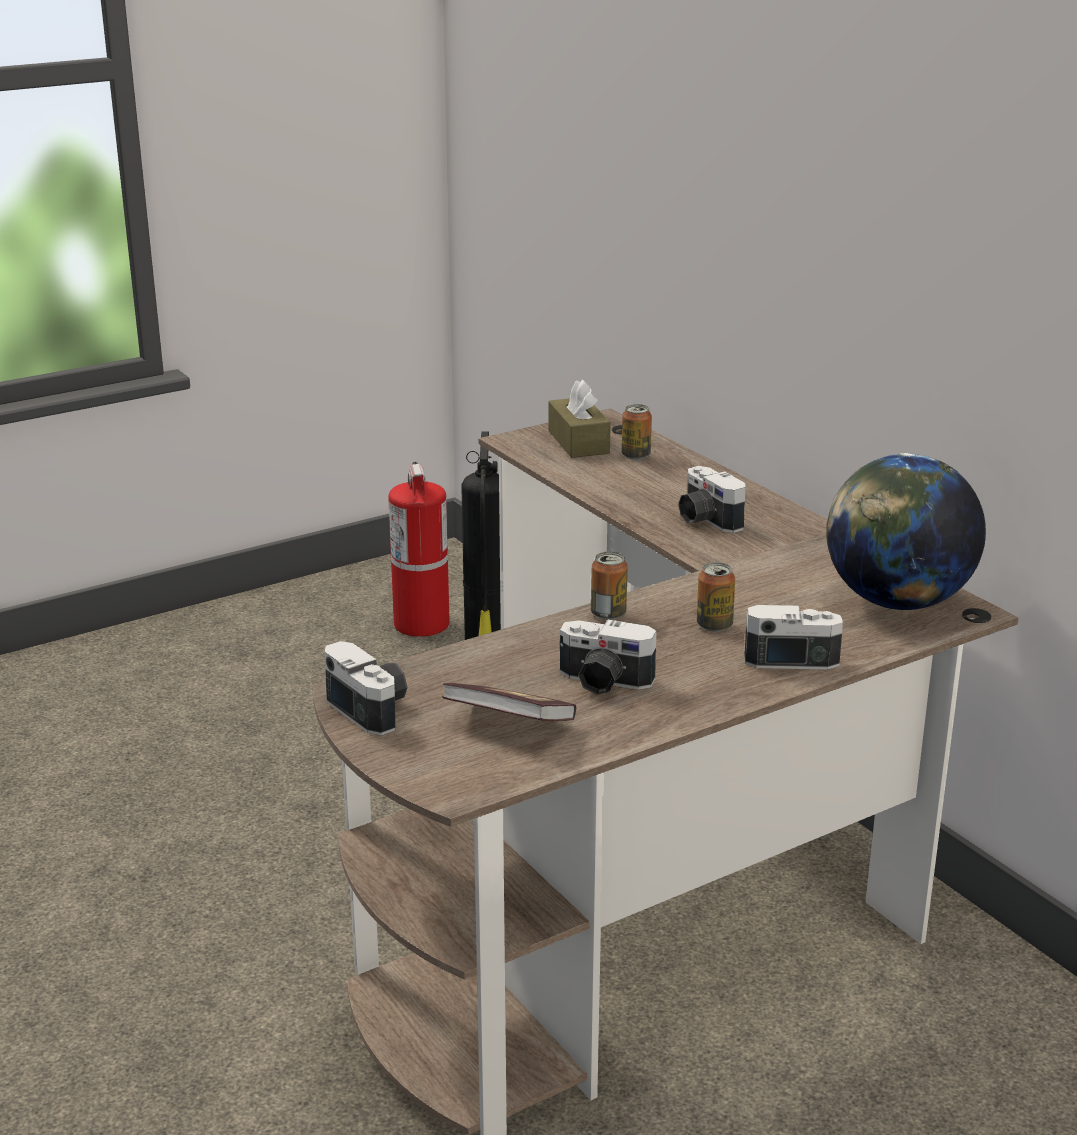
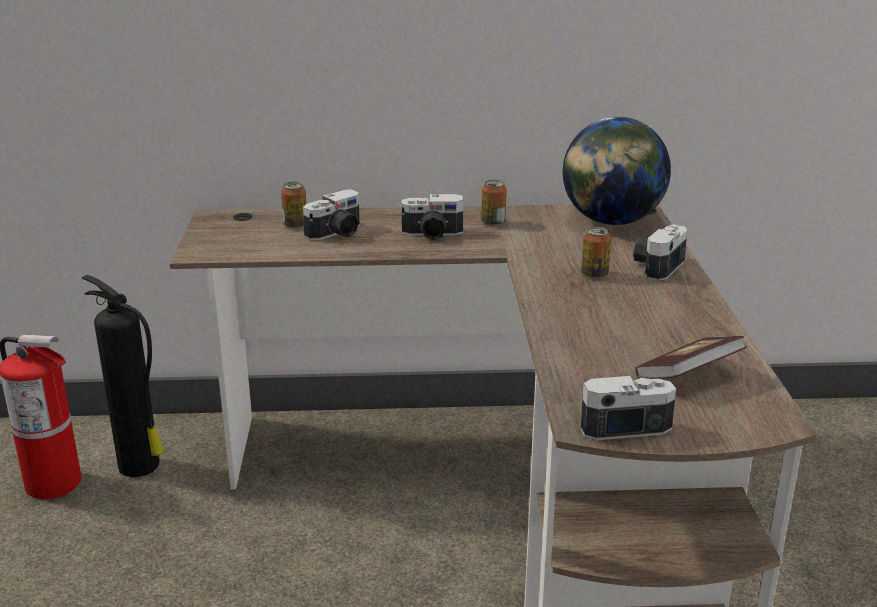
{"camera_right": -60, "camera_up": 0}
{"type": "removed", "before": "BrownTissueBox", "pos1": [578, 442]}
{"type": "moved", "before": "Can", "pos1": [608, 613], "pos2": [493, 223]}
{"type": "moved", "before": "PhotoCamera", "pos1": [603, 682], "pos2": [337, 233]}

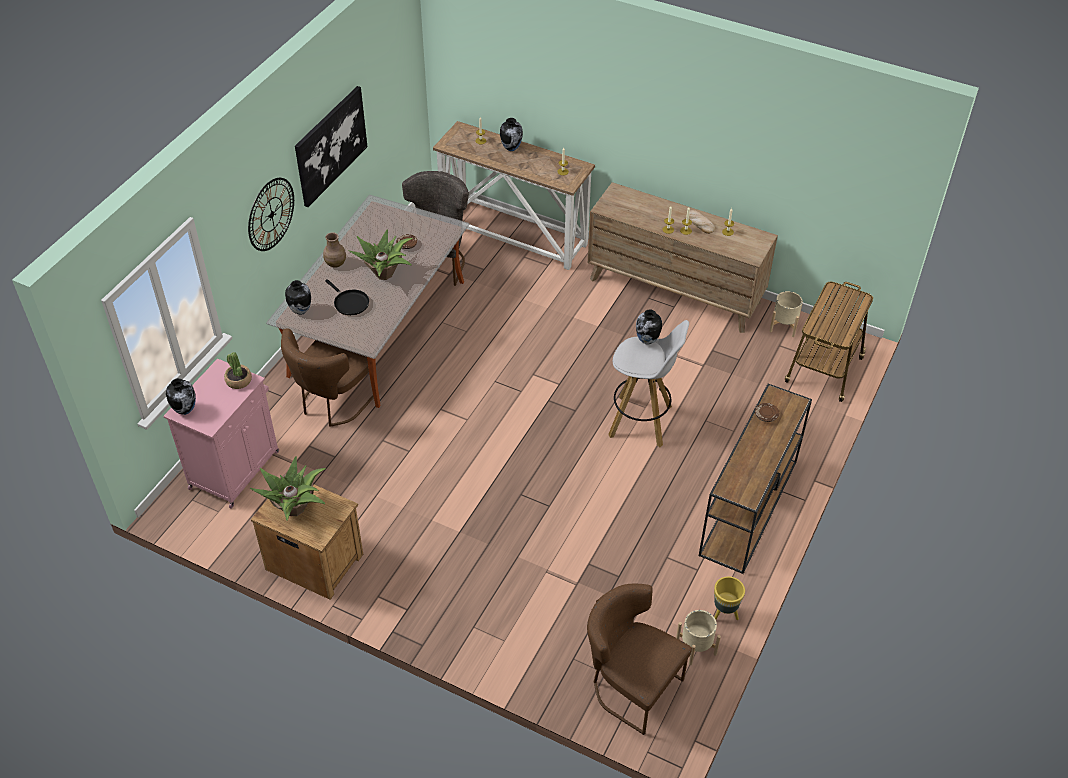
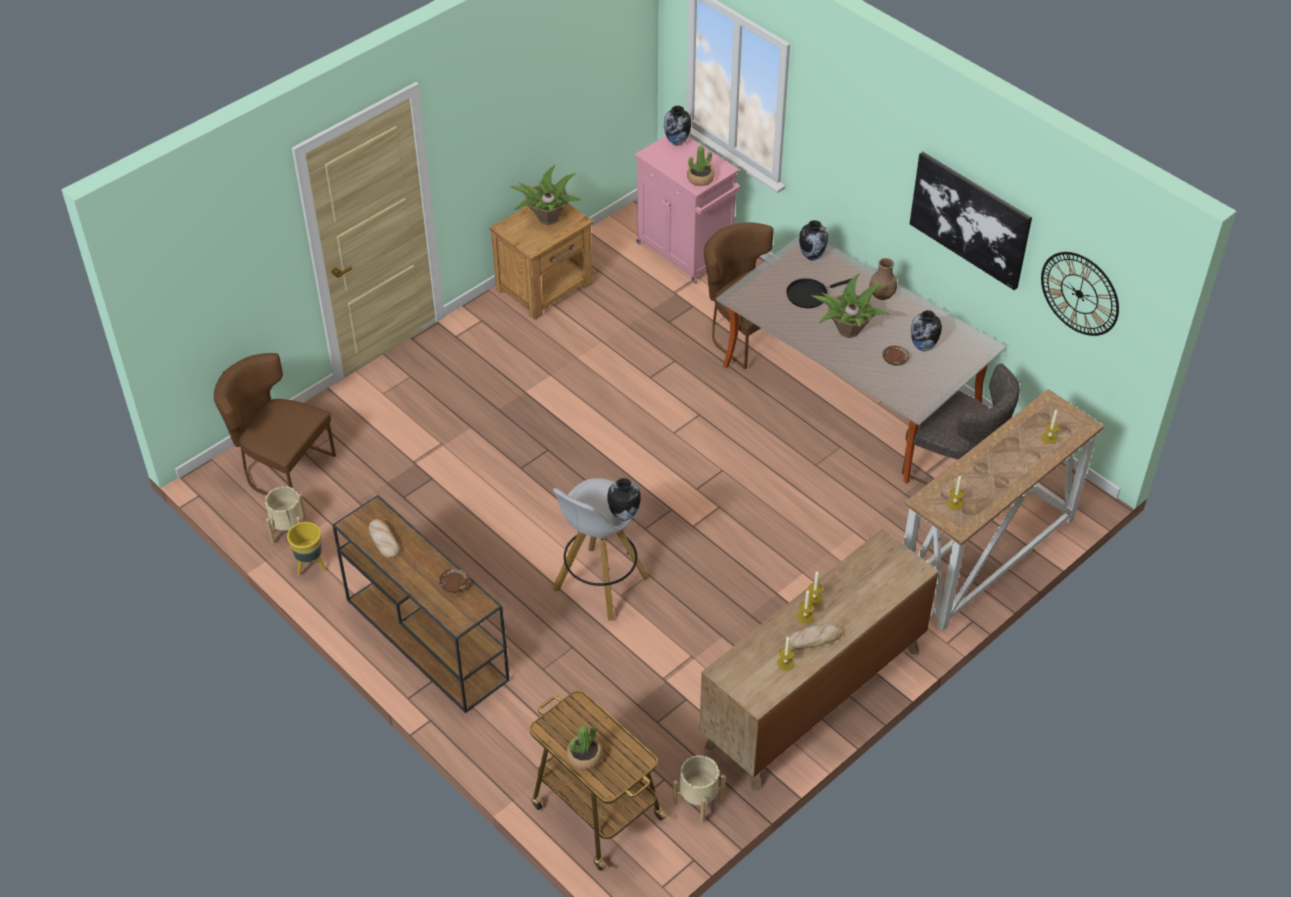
{"camera_right": 110, "camera_up": 0}
{"type": "moved", "before": "Vase", "pos1": [511, 148], "pos2": [923, 347]}
{"type": "moved", "before": "WallClock", "pos1": [271, 214], "pos2": [1079, 293]}
{"type": "turned", "before": "BrownChair", "pos1": [630, 685], "pos2": [281, 467], "turn": -120}
{"type": "added", "after": "Bread", "pos2": [383, 540]}
{"type": "added", "after": "PottedPlant", "pos2": [584, 756]}

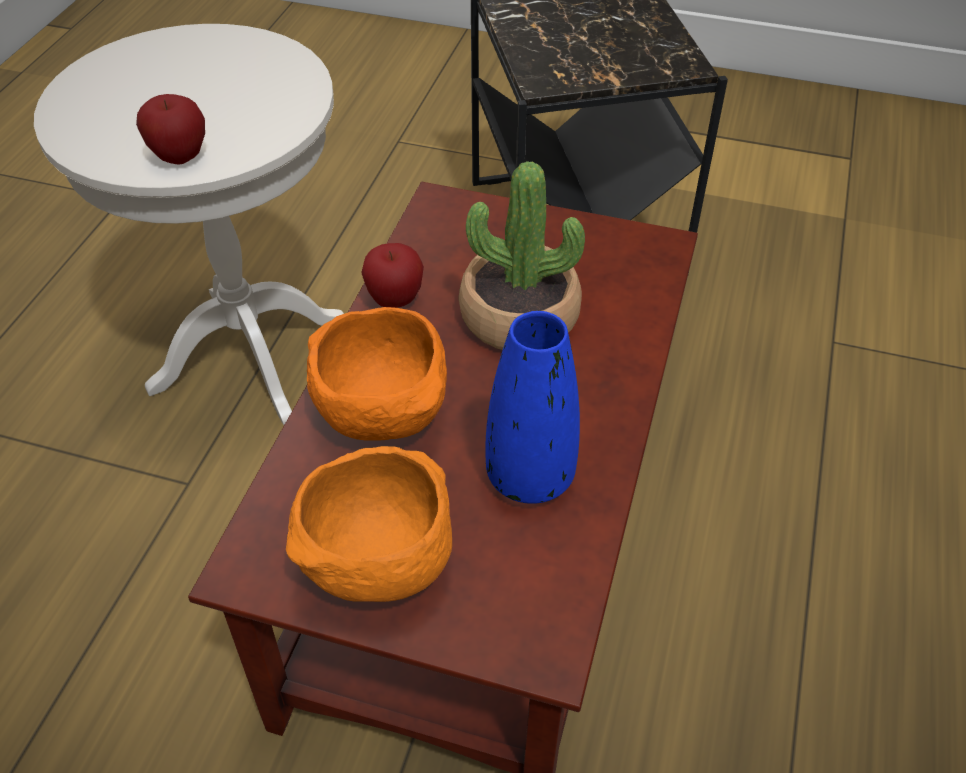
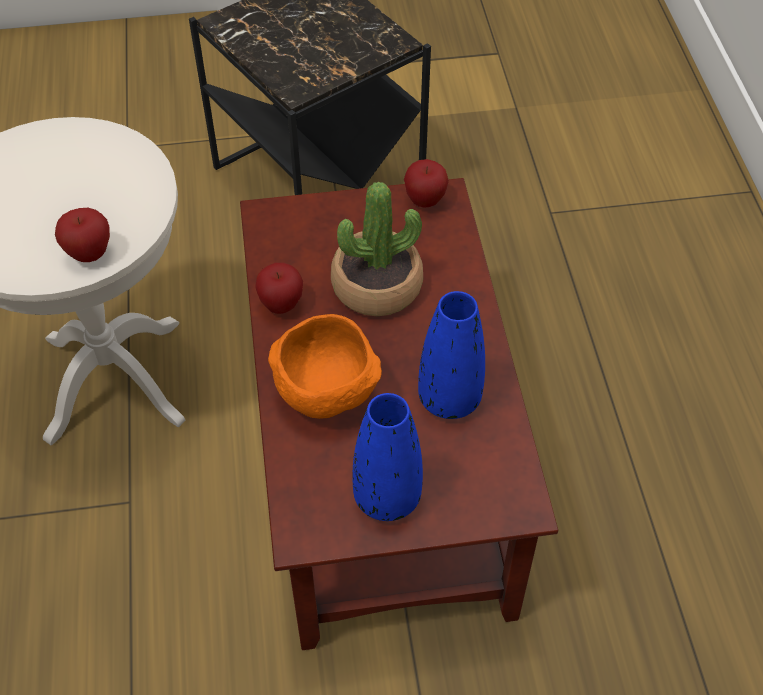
{"camera_right": -25, "camera_up": 5}
{"type": "replaced", "before": "OrangeBowl", "after": "BlueVase", "pos1": [377, 567], "pos2": [387, 497]}
{"type": "added", "after": "Apple", "pos2": [425, 201]}

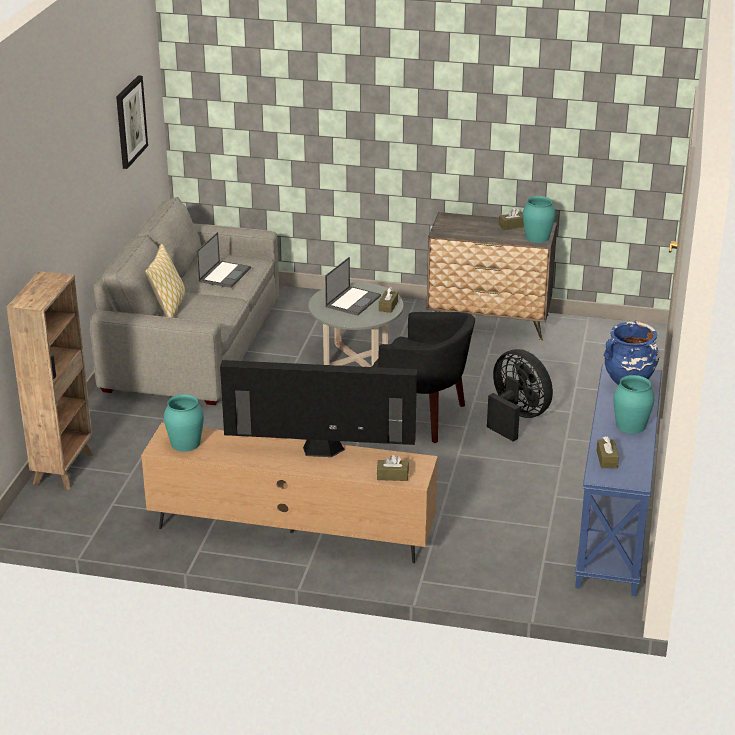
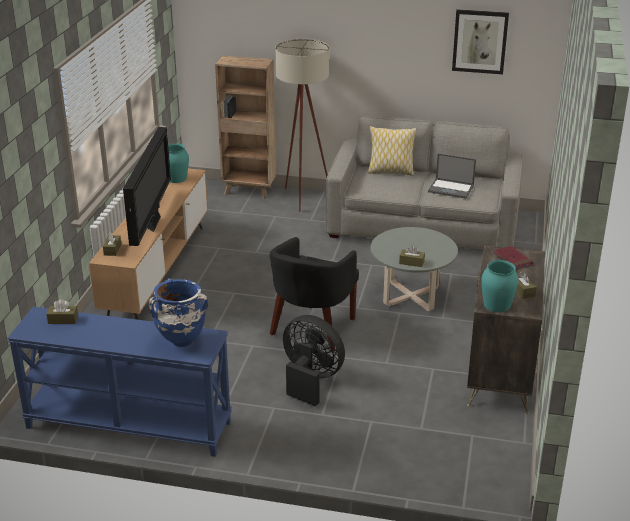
{"camera_right": 90, "camera_up": 0}
{"type": "removed", "before": "Laptop", "pos1": [353, 301]}
{"type": "turned", "before": "BlackFan", "pos1": [516, 418], "pos2": [310, 380], "turn": -105}
{"type": "removed", "before": "TurquoiseVase", "pos1": [631, 425]}
{"type": "added", "after": "BeigeFloorLamp", "pos2": [303, 200]}
{"type": "added", "after": "RedBook", "pos2": [512, 259]}

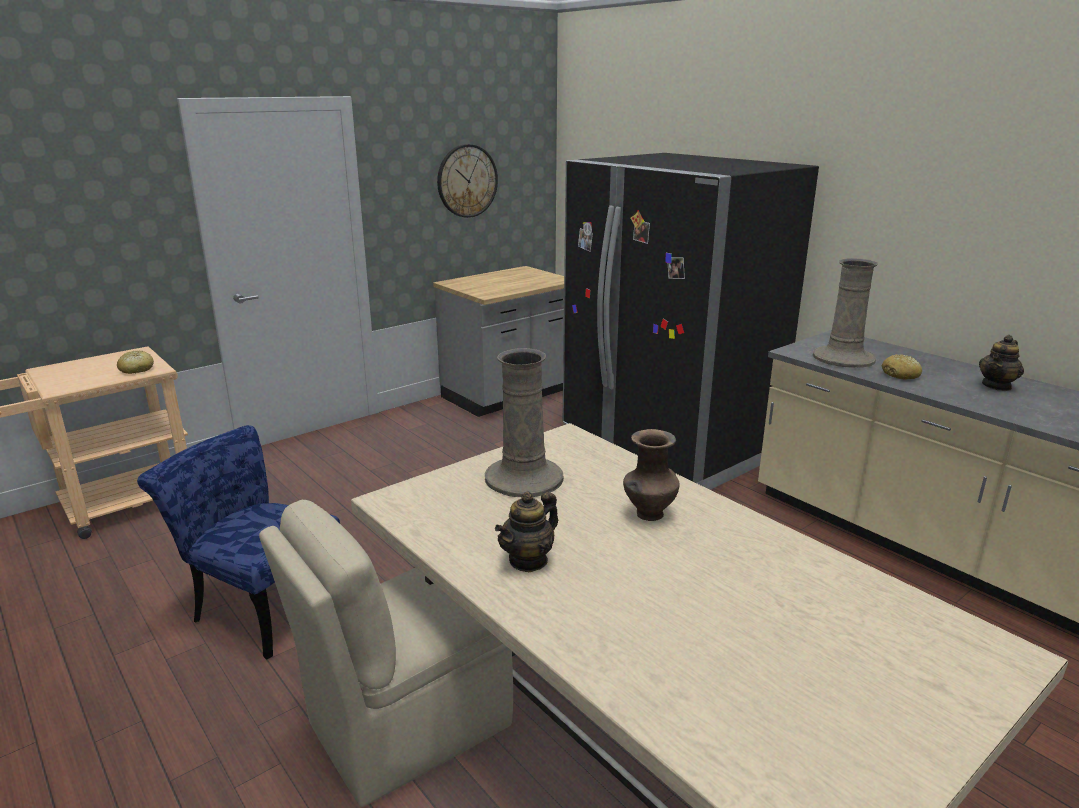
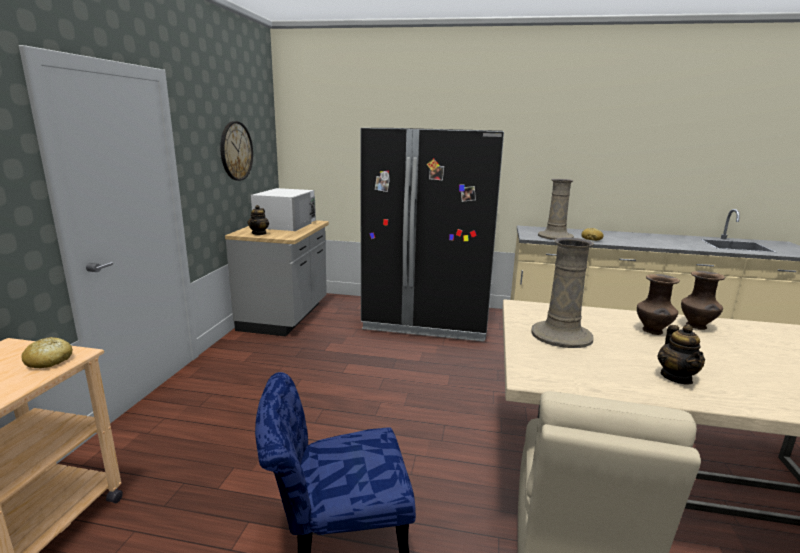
{"camera_right": -40, "camera_up": -5}
{"type": "moved", "before": "Teapot", "pos1": [997, 386], "pos2": [259, 233]}
{"type": "added", "after": "WhiteMicrowave", "pos2": [286, 224]}
{"type": "added", "after": "BrownVase", "pos2": [697, 326]}

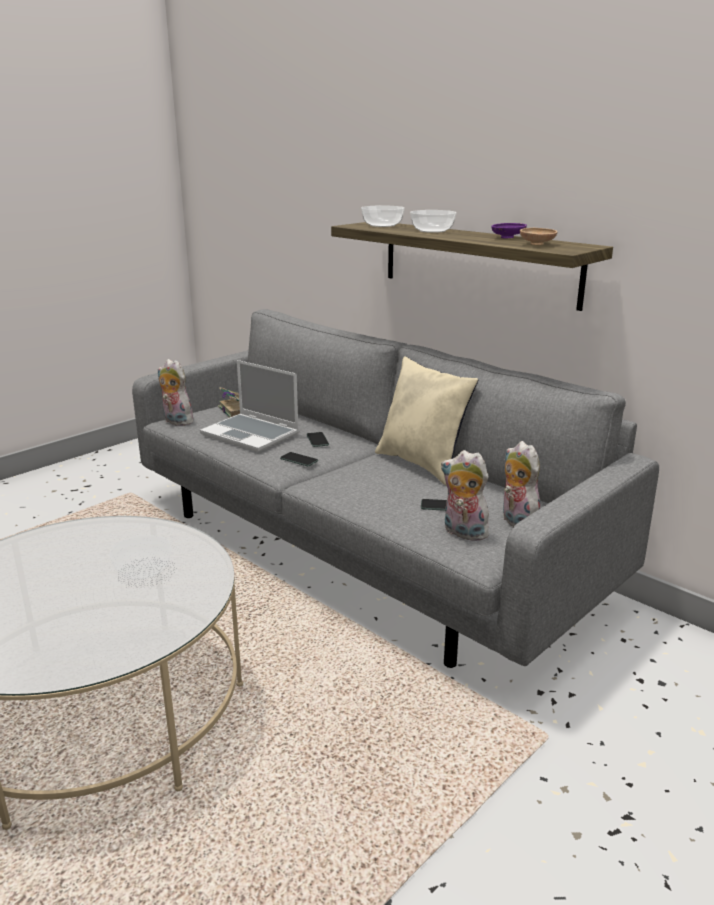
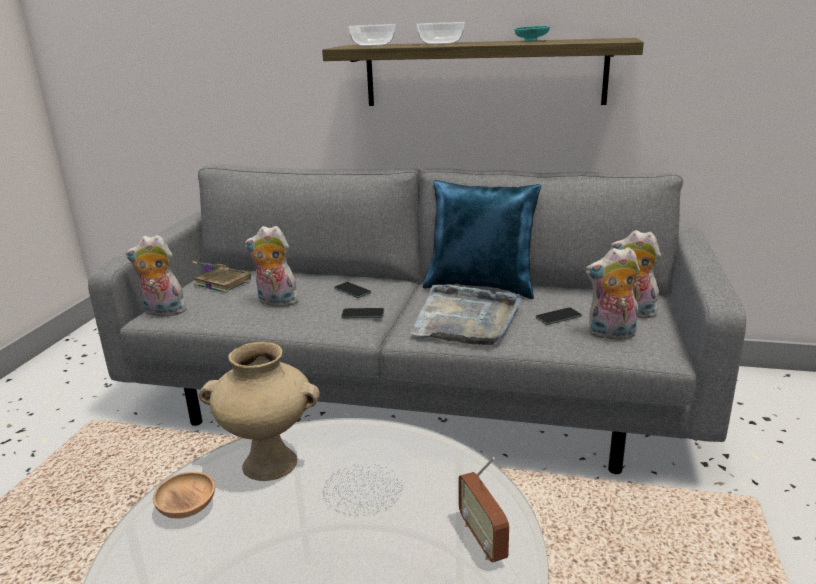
{"camera_right": -30, "camera_up": 0}
{"type": "recoloured", "before": "PurpleBowl", "after": "TurquoiseBowl", "pos1": [508, 238], "pos2": [531, 40]}
{"type": "moved", "before": "BrownBowl", "pos1": [537, 244], "pos2": [187, 508]}
{"type": "recoloured", "before": "BeigePillow", "after": "BluePillow", "pos1": [423, 464], "pos2": [481, 287]}
{"type": "replaced", "before": "Laptop", "after": "PlushToy", "pos1": [251, 434], "pos2": [276, 302]}
{"type": "added", "after": "GreyTray", "pos2": [466, 319]}
{"type": "added", "after": "BeigeVase", "pos2": [271, 463]}
{"type": "added", "after": "Radio", "pos2": [483, 539]}

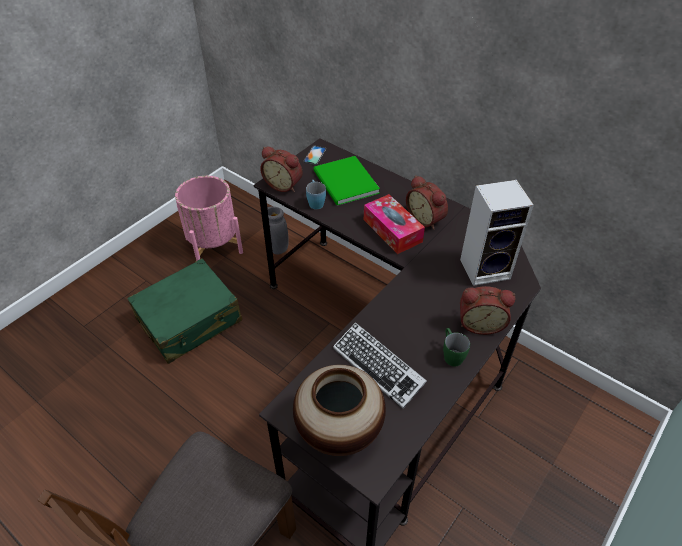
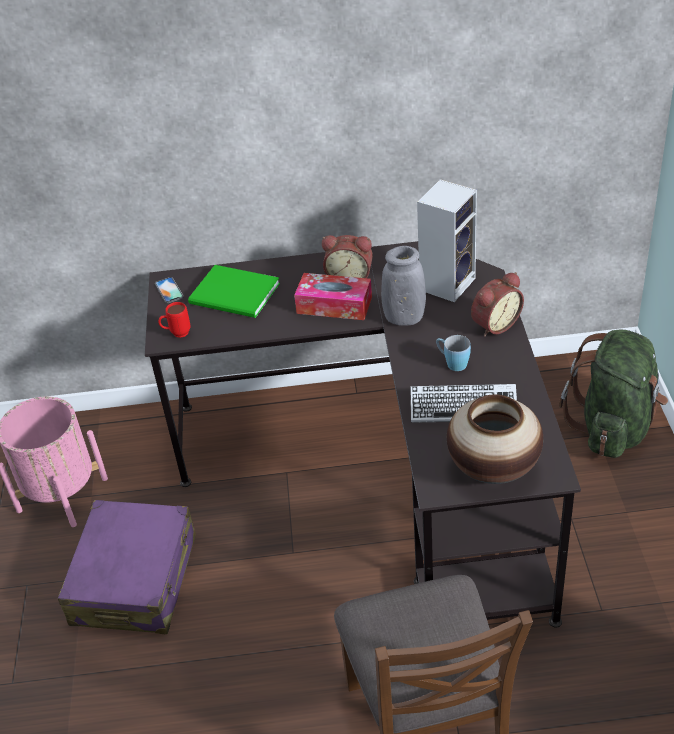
{"camera_right": -40, "camera_up": -5}
{"type": "replaced", "before": "AlarmClock", "after": "RedMug", "pos1": [284, 184], "pos2": [176, 334]}
{"type": "moved", "before": "BlueMug", "pos1": [315, 202], "pos2": [452, 363]}
{"type": "moved", "before": "GreyVase", "pos1": [277, 248], "pos2": [404, 318]}
{"type": "recoloured", "before": "GreenSuitcase", "after": "PurpleSuitcase", "pos1": [189, 320], "pos2": [135, 580]}
{"type": "removed", "before": "GreenMug", "pos1": [451, 354]}
{"type": "added", "after": "GreenBackpack", "pos2": [613, 427]}

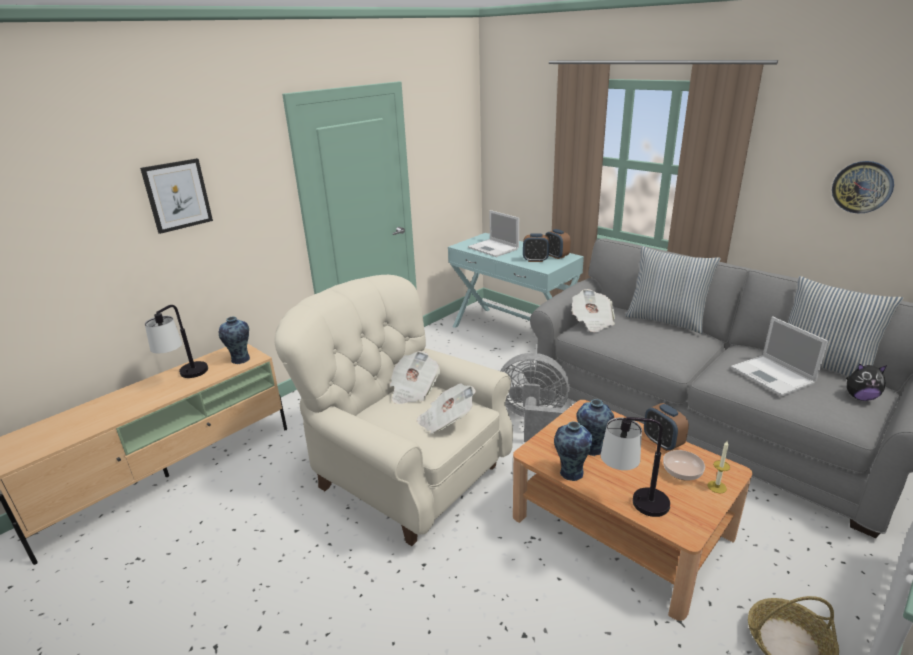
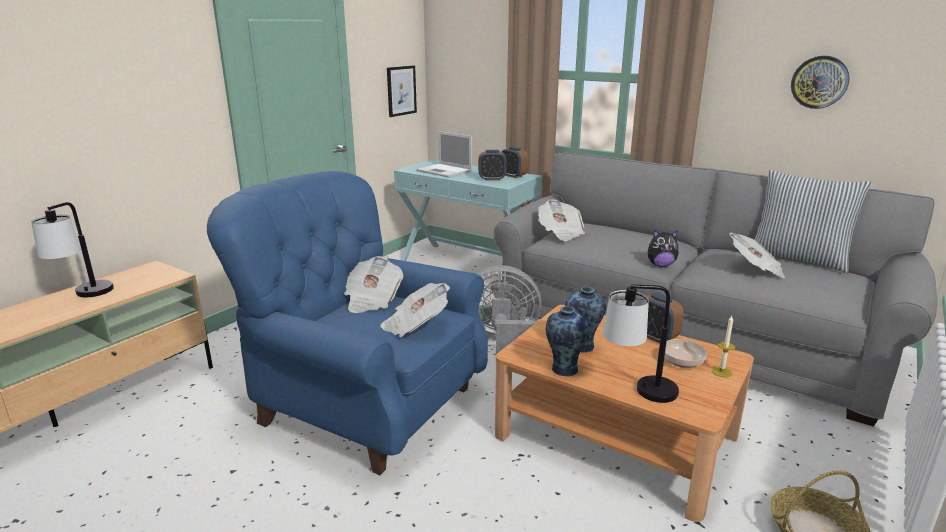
{"camera_right": -10, "camera_up": -5}
{"type": "moved", "before": "Picture", "pos1": [177, 195], "pos2": [401, 90]}
{"type": "removed", "before": "Pillow", "pos1": [666, 320]}
{"type": "recoloured", "before": "BeigeArmchair", "after": "BlueArmchair", "pos1": [404, 475], "pos2": [362, 404]}
{"type": "removed", "before": "Vase", "pos1": [240, 360]}
{"type": "replaced", "before": "Laptop", "after": "Newspaper", "pos1": [773, 376], "pos2": [755, 269]}
{"type": "moved", "before": "PlushToy", "pos1": [860, 397], "pos2": [660, 265]}

